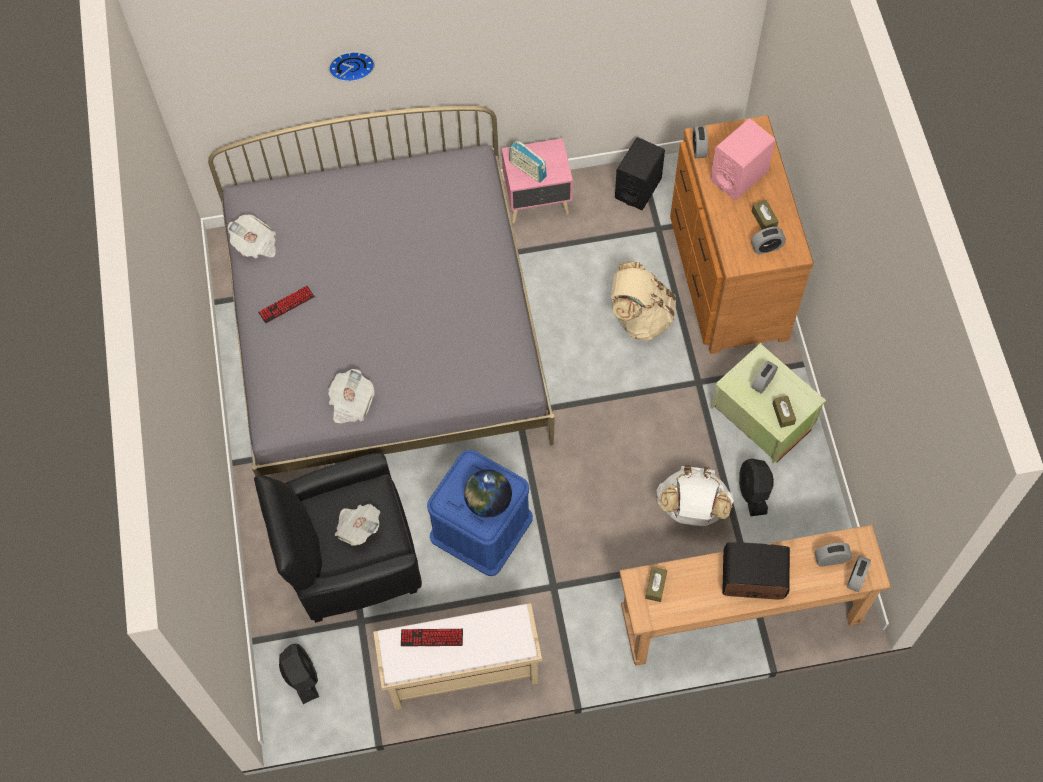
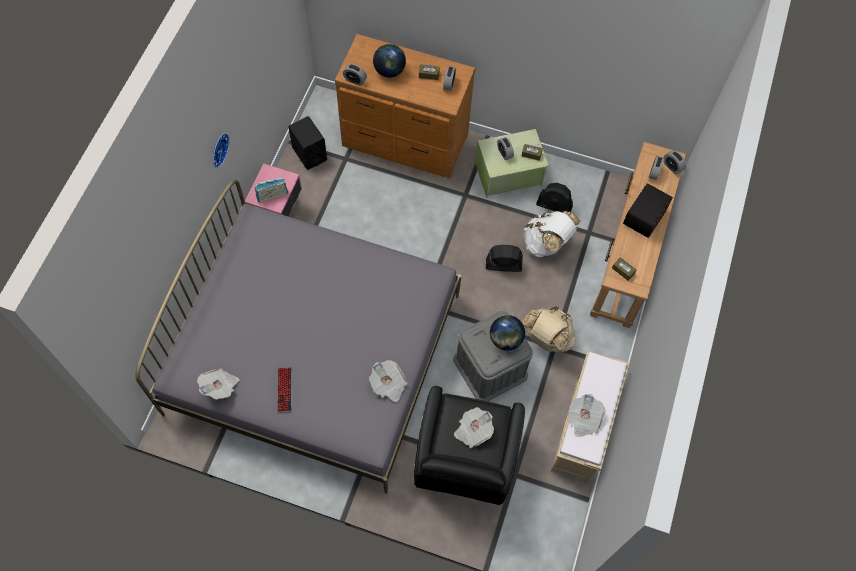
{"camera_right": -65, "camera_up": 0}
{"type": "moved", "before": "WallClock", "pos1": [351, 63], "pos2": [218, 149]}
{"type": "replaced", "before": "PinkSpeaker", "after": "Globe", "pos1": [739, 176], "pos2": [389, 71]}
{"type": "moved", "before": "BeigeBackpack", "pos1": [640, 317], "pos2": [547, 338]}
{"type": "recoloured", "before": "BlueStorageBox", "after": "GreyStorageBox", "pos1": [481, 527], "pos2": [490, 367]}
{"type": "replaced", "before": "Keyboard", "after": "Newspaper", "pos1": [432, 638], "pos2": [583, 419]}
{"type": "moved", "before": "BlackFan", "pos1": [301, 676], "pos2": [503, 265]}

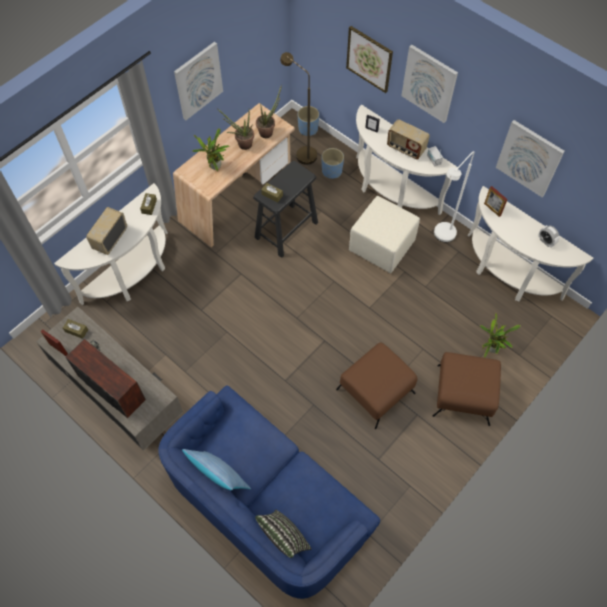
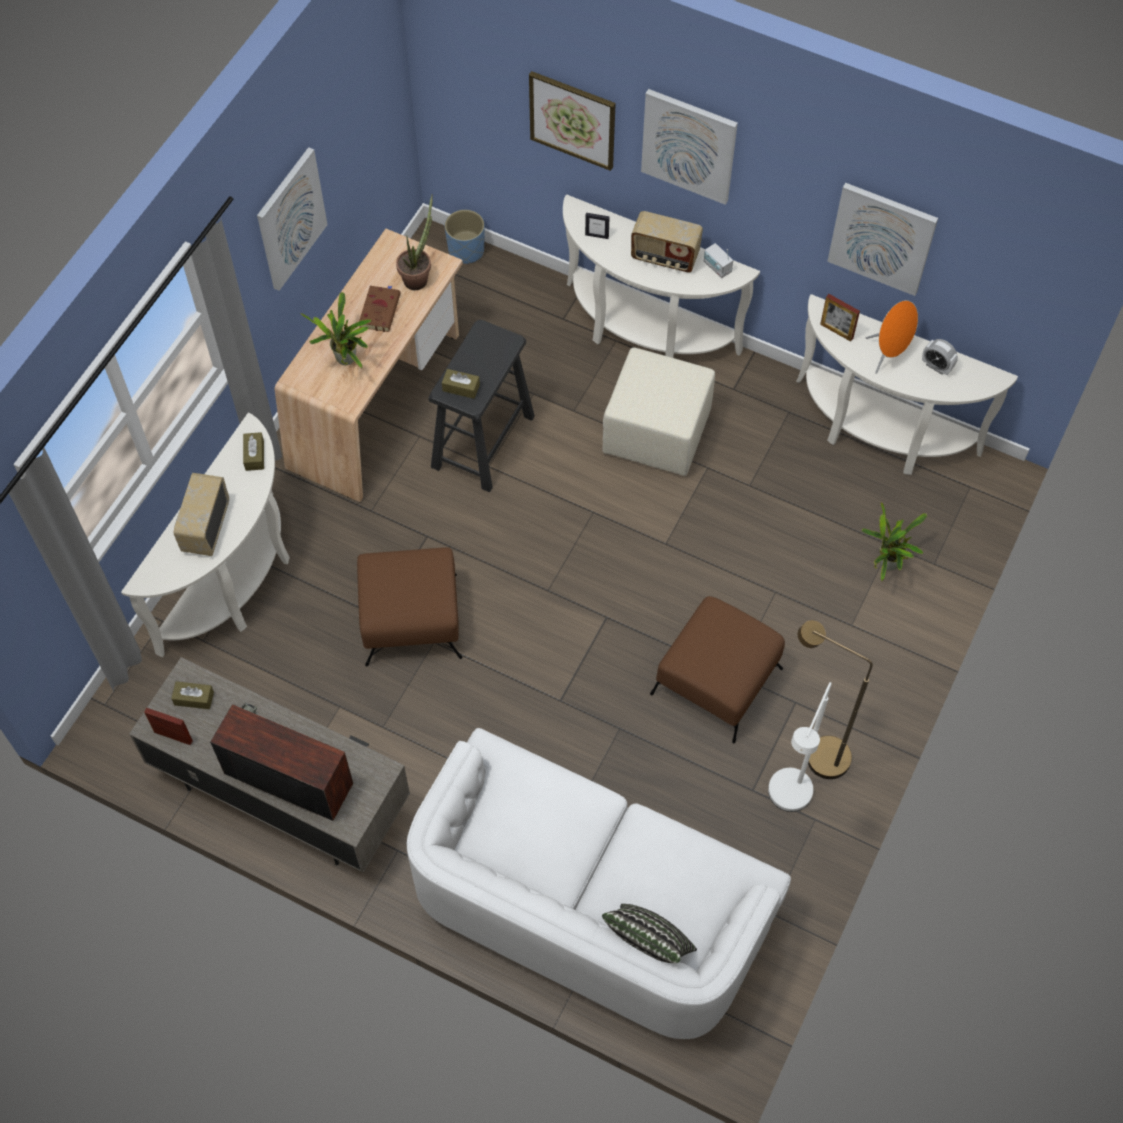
{"camera_right": -15, "camera_up": 0}
{"type": "moved", "before": "BrownFloorLamp", "pos1": [301, 153], "pos2": [816, 754]}
{"type": "replaced", "before": "PottedPlant", "after": "BrownBook", "pos1": [242, 144], "pos2": [380, 310]}
{"type": "removed", "before": "BluePlanter", "pos1": [332, 171]}
{"type": "moved", "before": "WhiteFloorLamp", "pos1": [441, 237], "pos2": [787, 802]}
{"type": "moved", "before": "BrownOttoman", "pos1": [463, 395], "pos2": [412, 619]}
{"type": "recoloured", "before": "BlueSofa", "after": "WhiteSofa", "pos1": [266, 501], "pos2": [589, 905]}
{"type": "removed", "before": "Pillow", "pos1": [220, 478]}
{"type": "added", "after": "OrangeSpeaker", "pos2": [888, 354]}

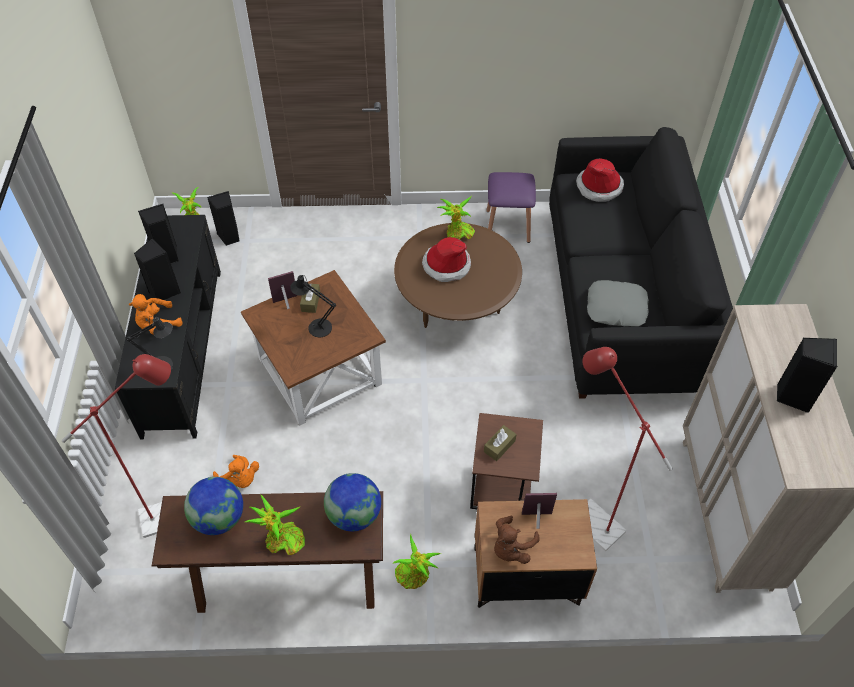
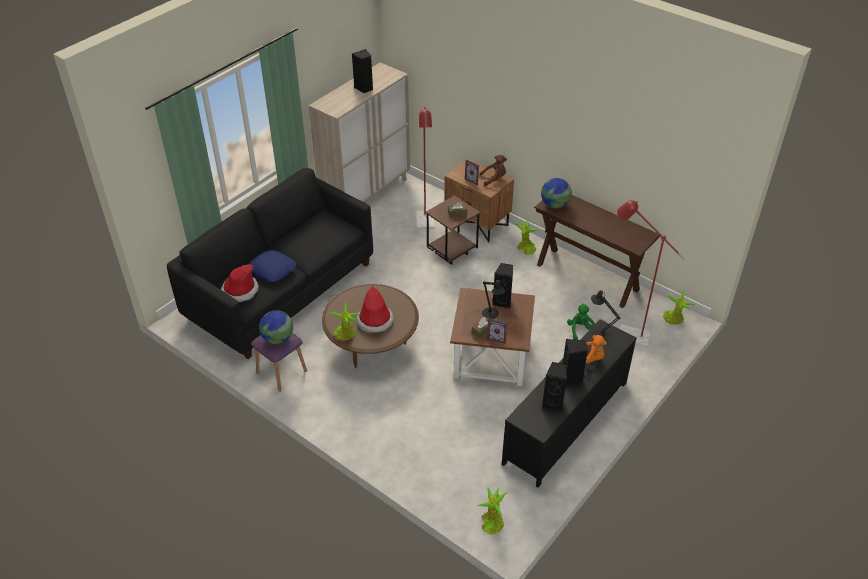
{"camera_right": -140, "camera_up": -10}
{"type": "moved", "before": "BlackSpeaker", "pos1": [229, 237], "pos2": [503, 301]}
{"type": "removed", "before": "GreyPillow", "pos1": [616, 308]}
{"type": "recoloured", "before": "OrangePlushToy", "after": "GreenPlushToy", "pos1": [240, 479], "pos2": [580, 330]}
{"type": "moved", "before": "Globe", "pos1": [219, 518], "pos2": [278, 338]}
{"type": "moved", "before": "PottedPlant", "pos1": [282, 540], "pos2": [674, 319]}
{"type": "added", "after": "BluePillow", "pos2": [273, 269]}

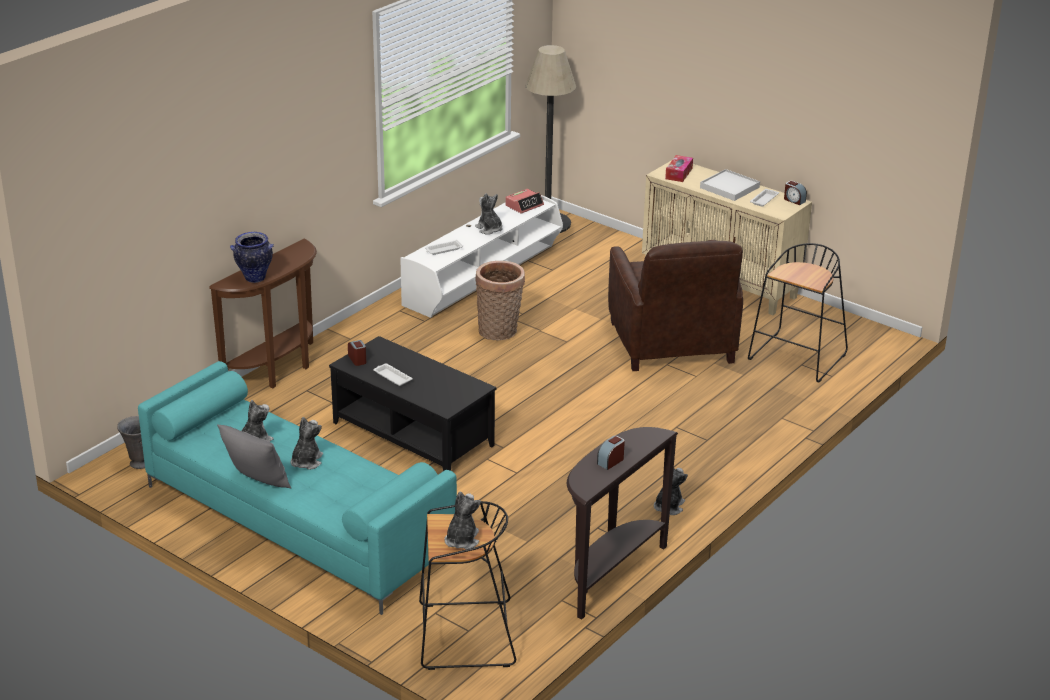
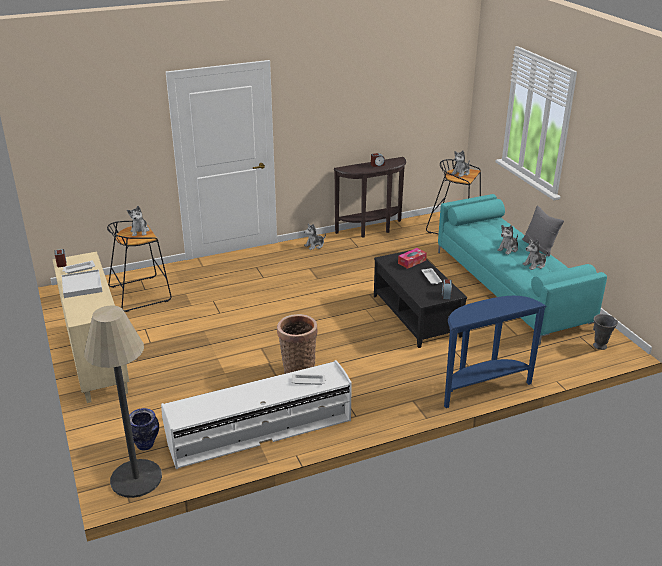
{"camera_right": -150, "camera_up": 0}
{"type": "moved", "before": "TissueBox", "pos1": [678, 173], "pos2": [412, 262]}
{"type": "removed", "before": "AlarmClock", "pos1": [524, 205]}
{"type": "moved", "before": "PlushToy", "pos1": [489, 229], "pos2": [140, 231]}
{"type": "moved", "before": "Vase", "pos1": [254, 278], "pos2": [145, 445]}
{"type": "recoloured", "before": "BrownConsoleTable", "after": "BlueConsoleTable", "pos1": [278, 371], "pos2": [482, 388]}
{"type": "removed", "before": "BrownArmchair", "pos1": [672, 343]}

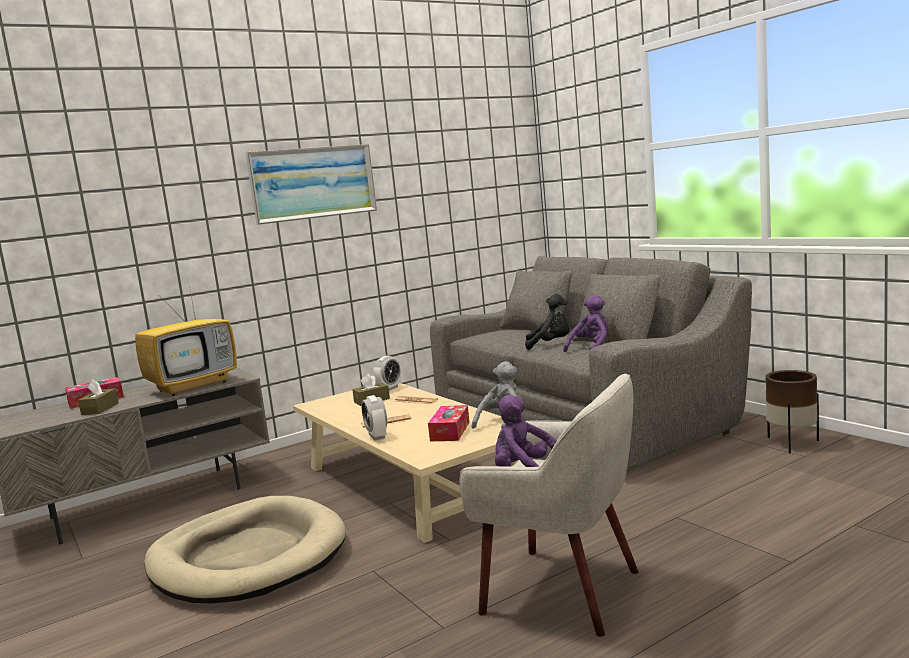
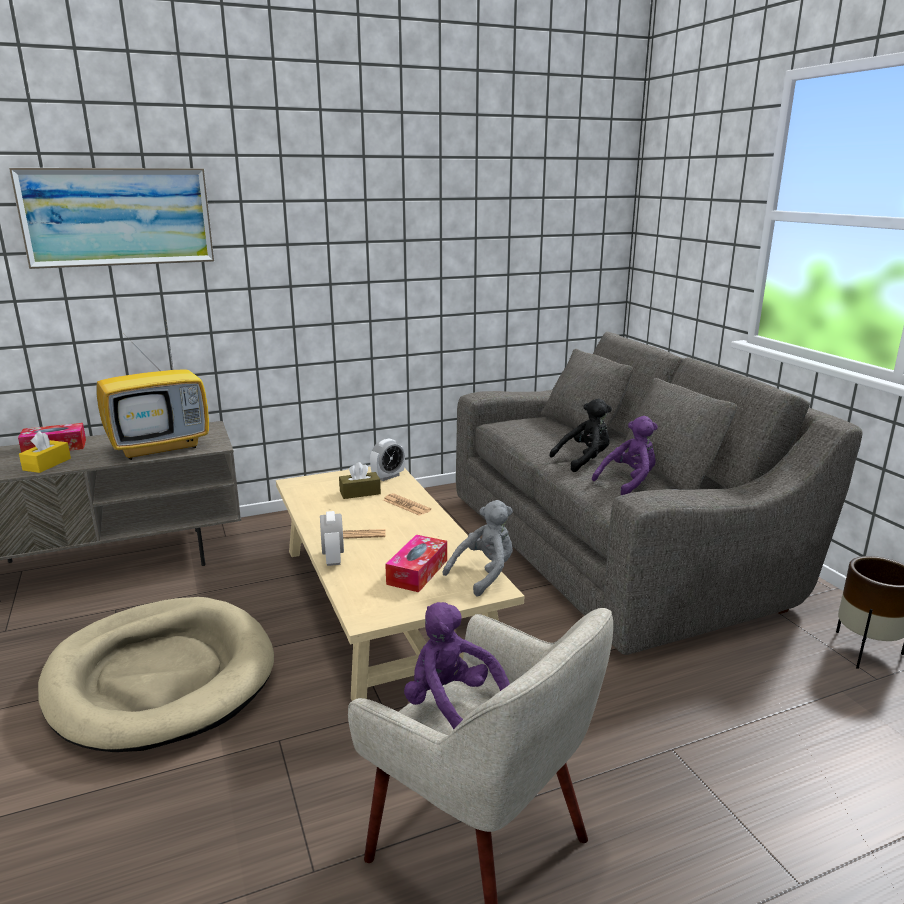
{"camera_right": 10, "camera_up": 10}
{"type": "moved", "before": "Picture", "pos1": [313, 183], "pos2": [118, 217]}
{"type": "turned", "before": "BlackPlushToy", "pos1": [550, 344], "pos2": [584, 460], "turn": -45}
{"type": "recoloured", "before": "BrownTissueBox", "after": "YellowTissueBox", "pos1": [100, 409], "pos2": [47, 464]}

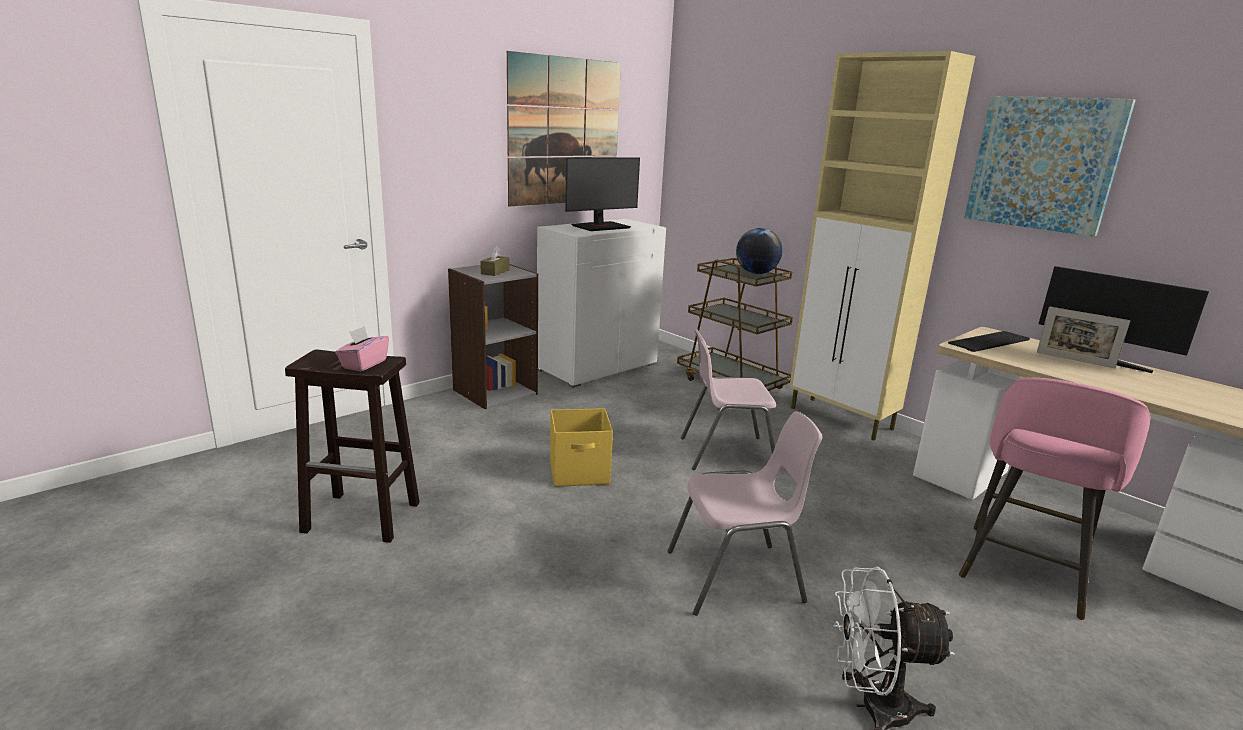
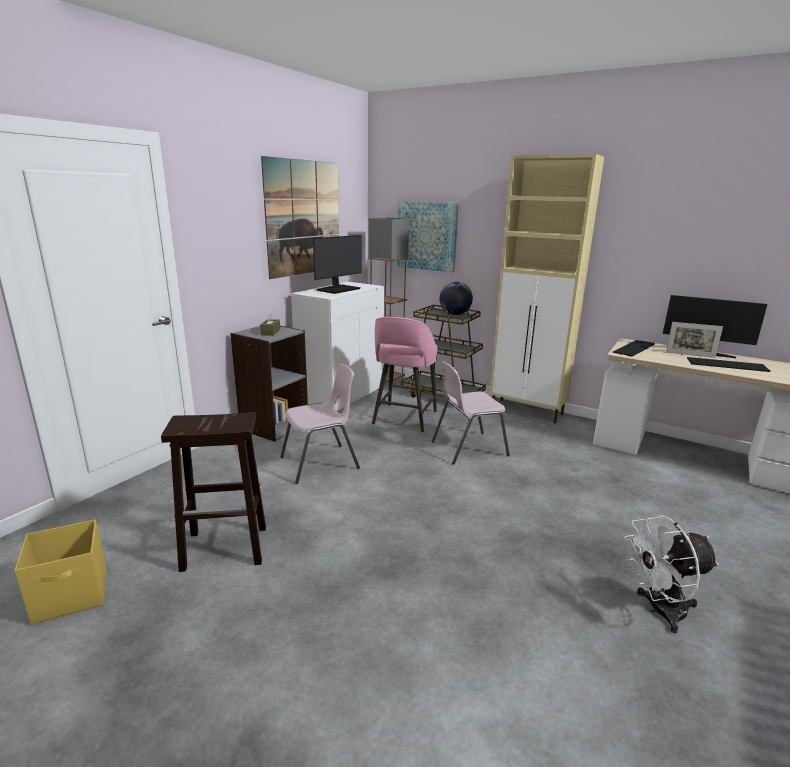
{"camera_right": -15, "camera_up": 0}
{"type": "moved", "before": "Picture", "pos1": [1043, 164], "pos2": [427, 236]}
{"type": "removed", "before": "PinkTissueBox", "pos1": [364, 364]}
{"type": "moved", "before": "PinkStool", "pos1": [1022, 572], "pos2": [404, 418]}
{"type": "moved", "before": "YellowStorageBox", "pos1": [580, 473], "pos2": [72, 595]}
{"type": "moved", "before": "PinkChair", "pos1": [737, 577], "pos2": [321, 463]}
{"type": "added", "after": "GreyFloorLamp", "pos2": [386, 380]}
{"type": "added", "after": "Keyboard", "pos2": [727, 364]}

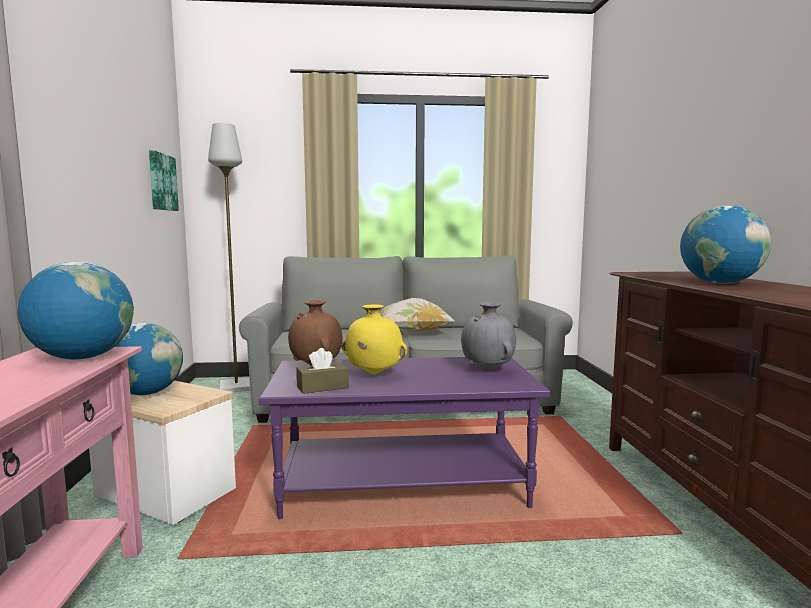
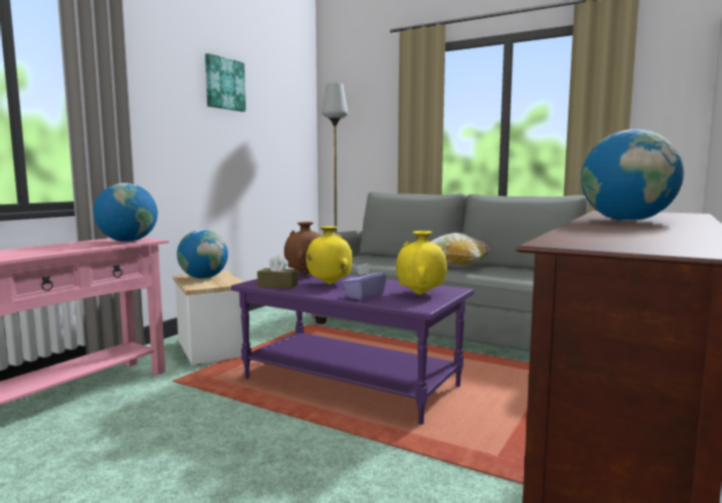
{"camera_right": 35, "camera_up": 0}
{"type": "moved", "before": "Picture", "pos1": [161, 182], "pos2": [224, 84]}
{"type": "recoloured", "before": "GreyVase", "after": "YellowVase", "pos1": [488, 370], "pos2": [421, 294]}
{"type": "added", "after": "PurpleTissueBox", "pos2": [364, 296]}

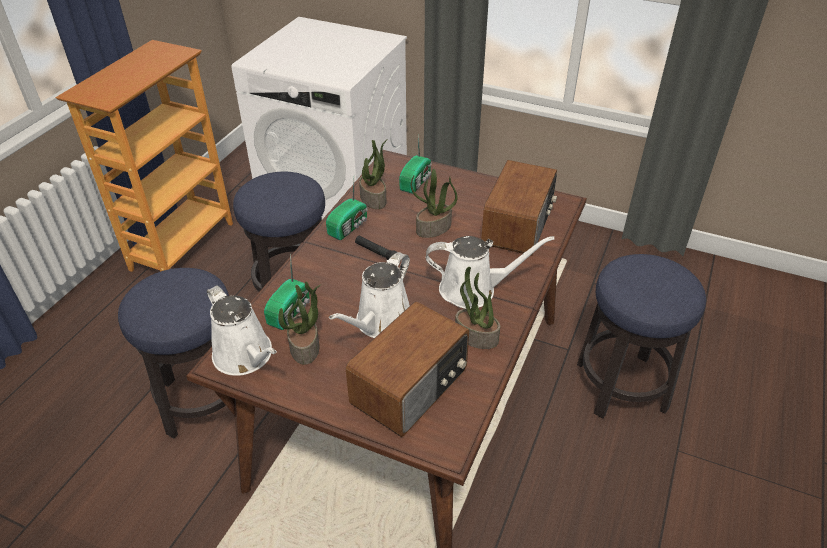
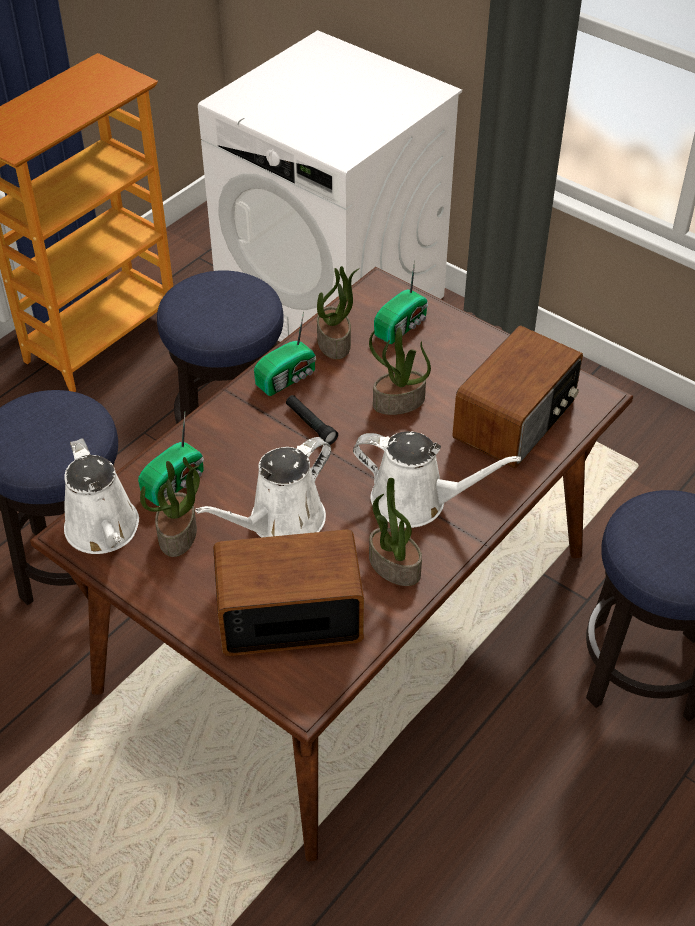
{"camera_right": 15, "camera_up": 5}
{"type": "turned", "before": "Radio", "pos1": [411, 387], "pos2": [288, 614], "turn": -150}

